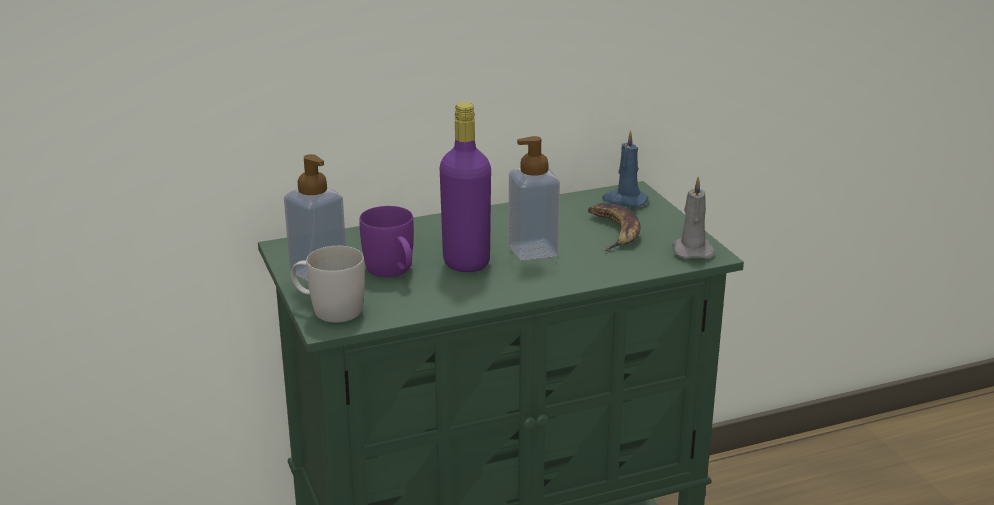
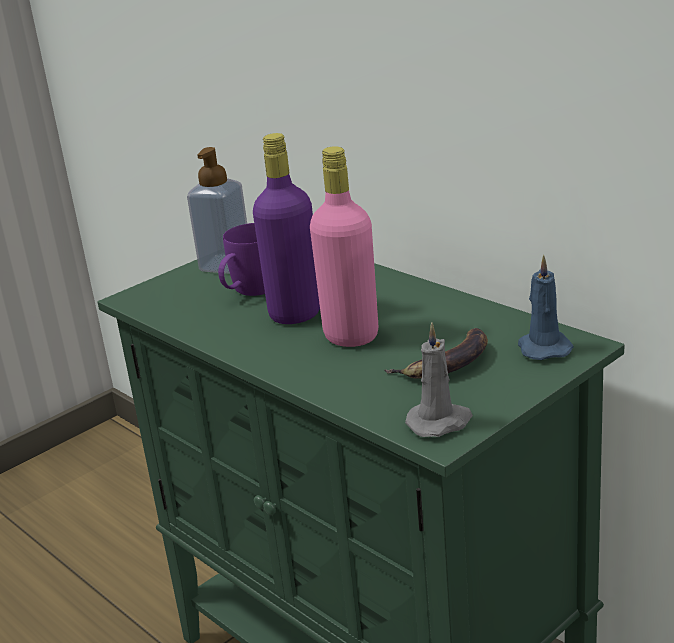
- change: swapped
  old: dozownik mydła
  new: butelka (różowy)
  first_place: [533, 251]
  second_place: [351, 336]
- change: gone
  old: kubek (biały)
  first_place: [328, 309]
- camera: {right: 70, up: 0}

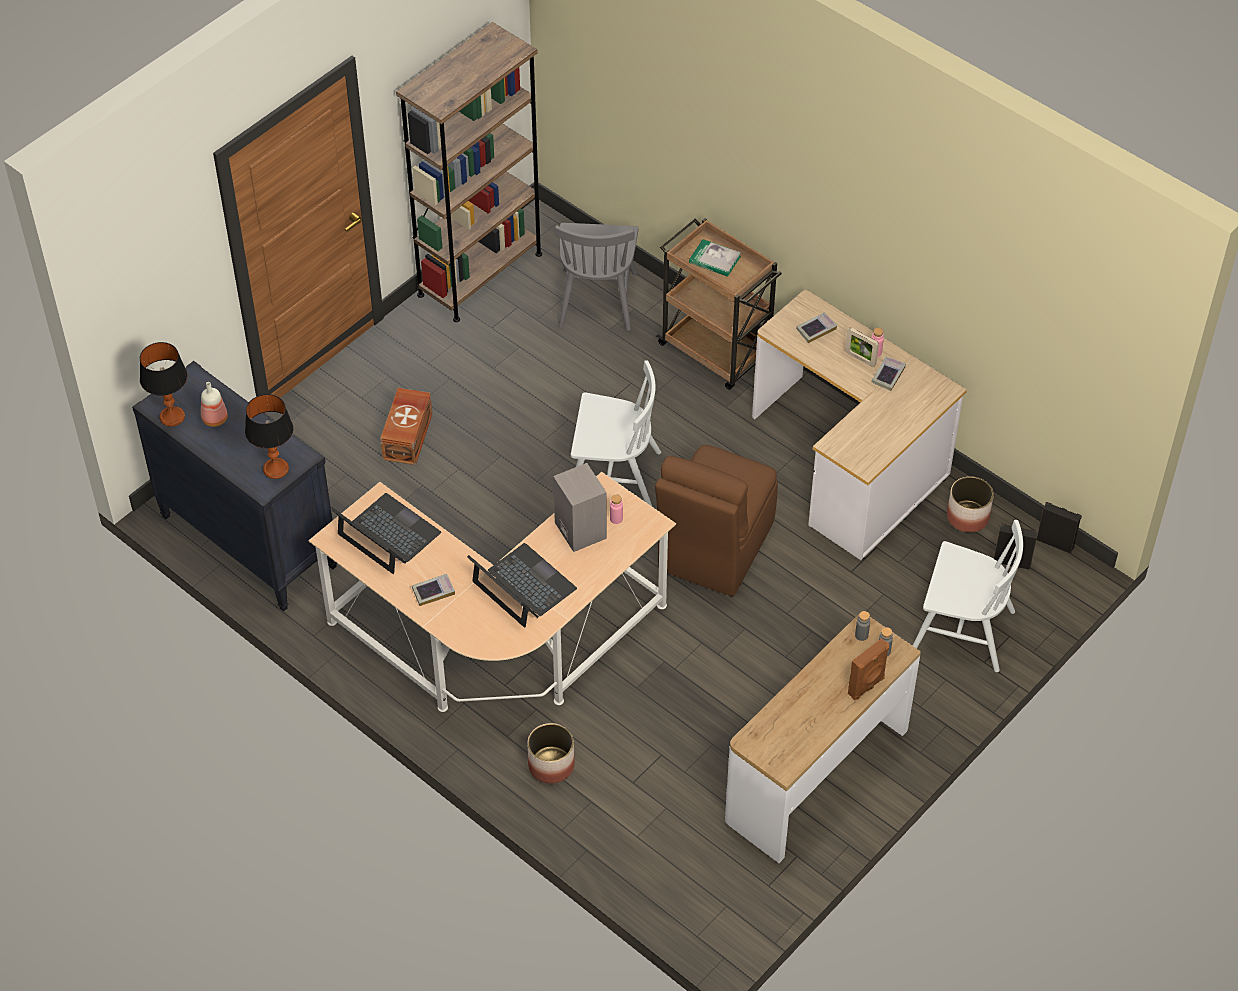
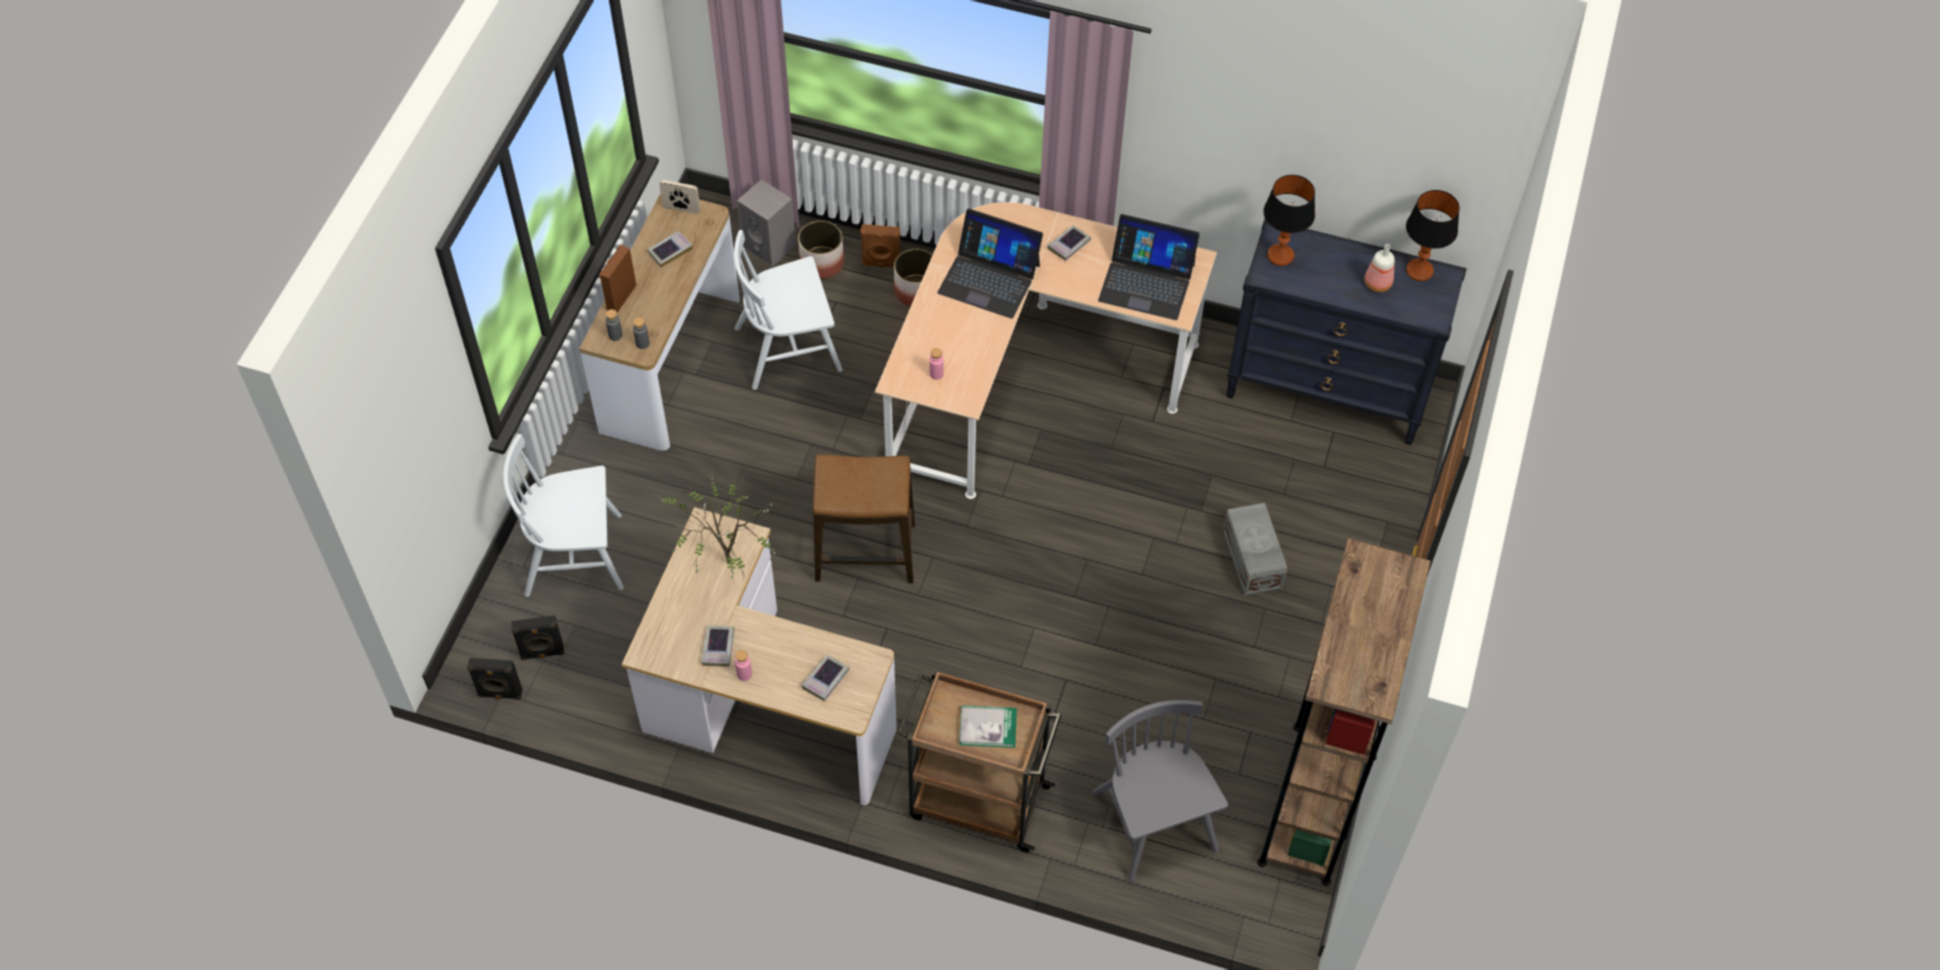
- change: new
  new: książka
  second_place: [670, 251]
- change: shifted
  old: ramka na zdjęcie
  first_place: [860, 358]
  second_place: [681, 209]
- change: new
  new: roślina doniczkowa
  second_place: [725, 564]
- change: shifted
  old: krzesło (biały)
  first_place: [613, 476]
  second_place: [788, 348]
- change: shifted
  old: głośnik (szary)
  first_place: [579, 530]
  second_place: [770, 246]
- change: shifted
  old: donica
  first_place: [967, 516]
  second_place: [822, 263]
- change: swapped
  old: krzesło (brązowy)
  new: stołek
  first_place: [714, 548]
  second_place: [865, 552]
- change: new
  new: głośnik (brązowy)
  second_place: [881, 264]
- change: repainted
  old: pojemnik do przechowywania (brązowy)
  new: pojemnik do przechowywania (szary)
  first_place: [409, 436]
  second_place: [1251, 560]
- camera: {right: 155, up: 5}

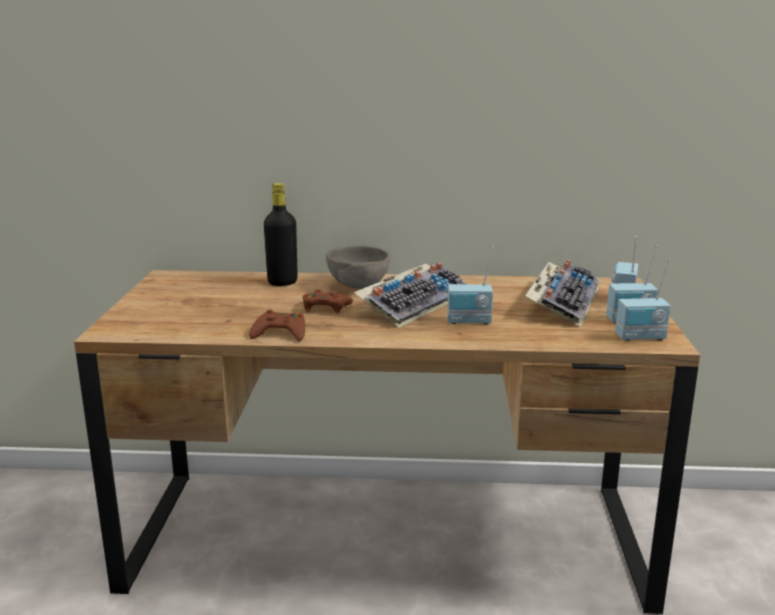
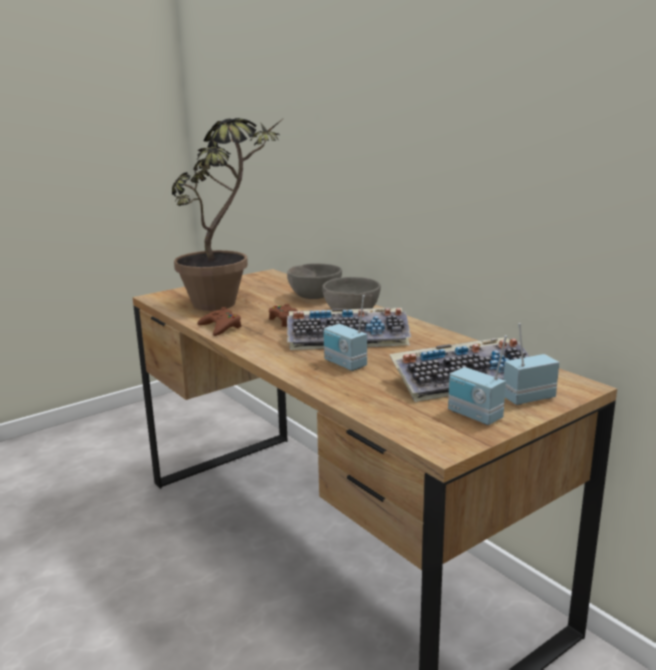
- change: new
  new: roślina doniczkowa
  second_place: [228, 300]
- change: swapped
  old: butelka (czarny)
  new: miska (szary)
  first_place: [282, 282]
  second_place: [314, 297]
- change: gone
  old: radio
  first_place: [641, 338]
- camera: {right: 50, up: 0}

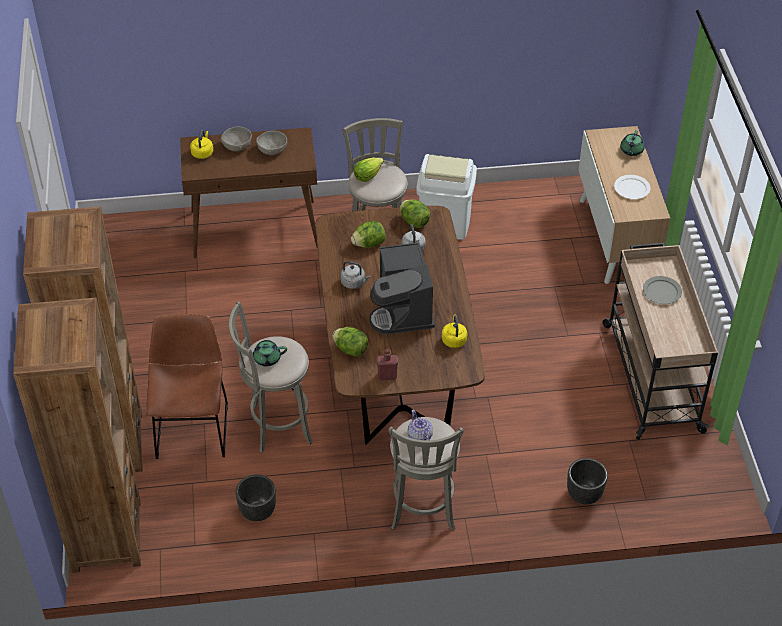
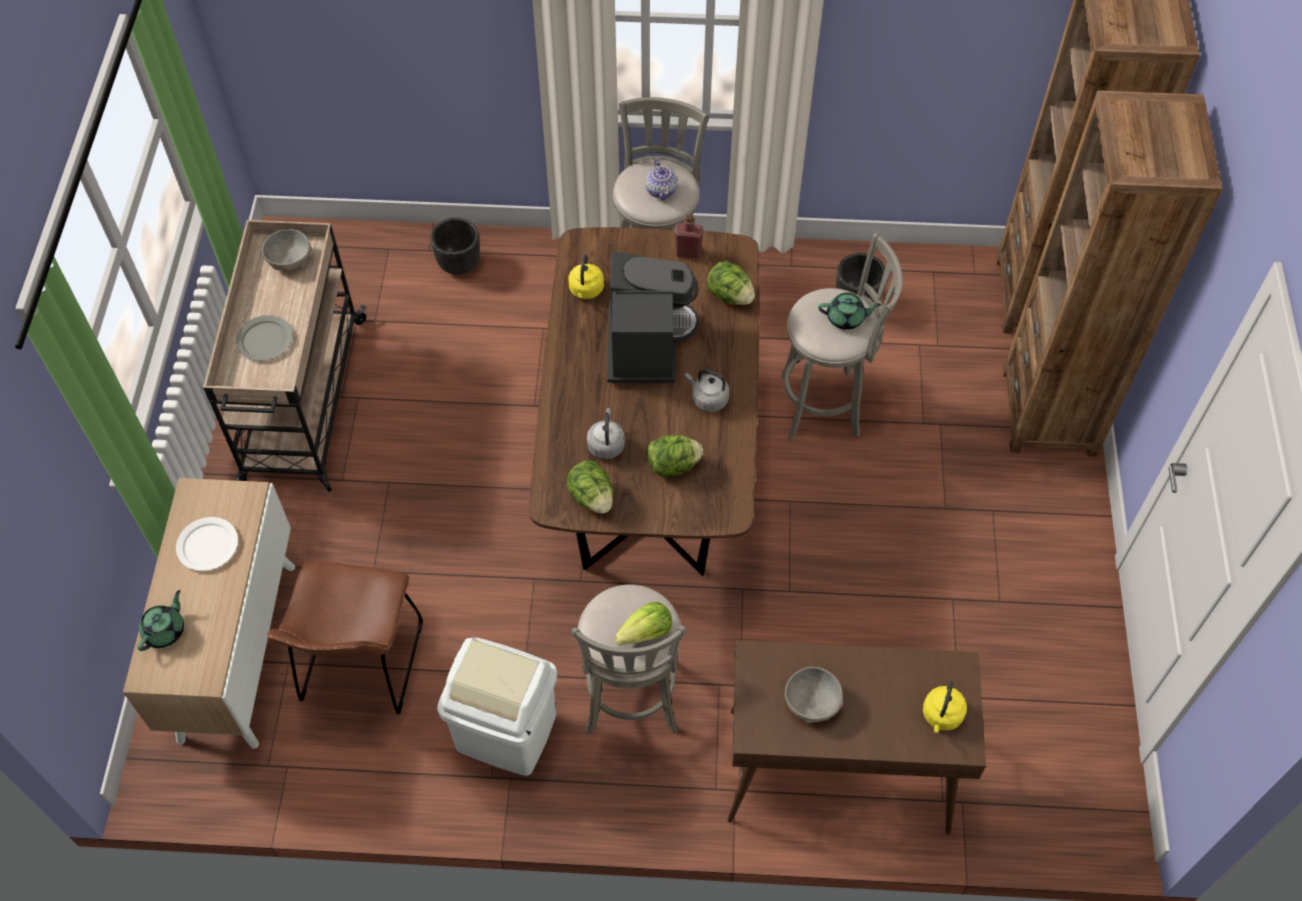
- change: shifted
  old: miska (szary)
  first_place: [237, 146]
  second_place: [290, 260]
- change: shifted
  old: krzesło (brązowy)
  first_place: [192, 427]
  second_place: [360, 668]
- camera: {right: -170, up: 10}

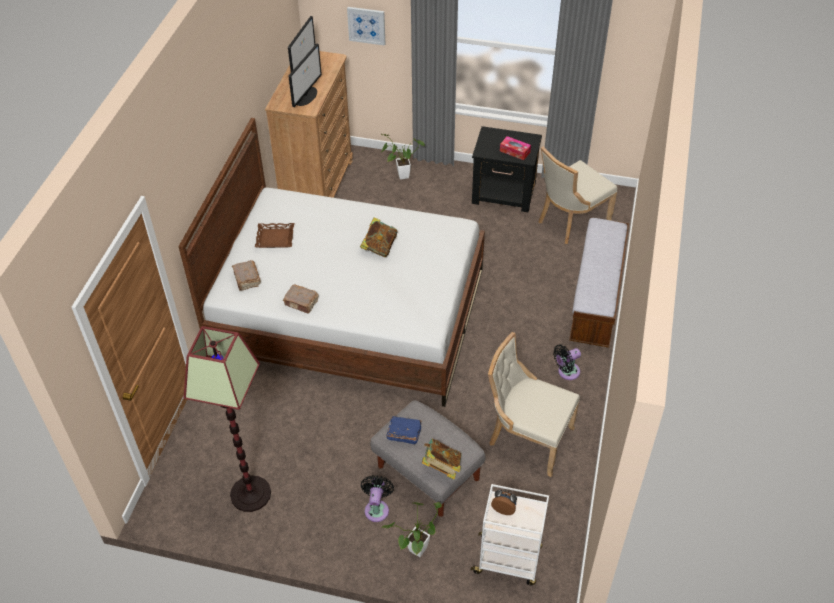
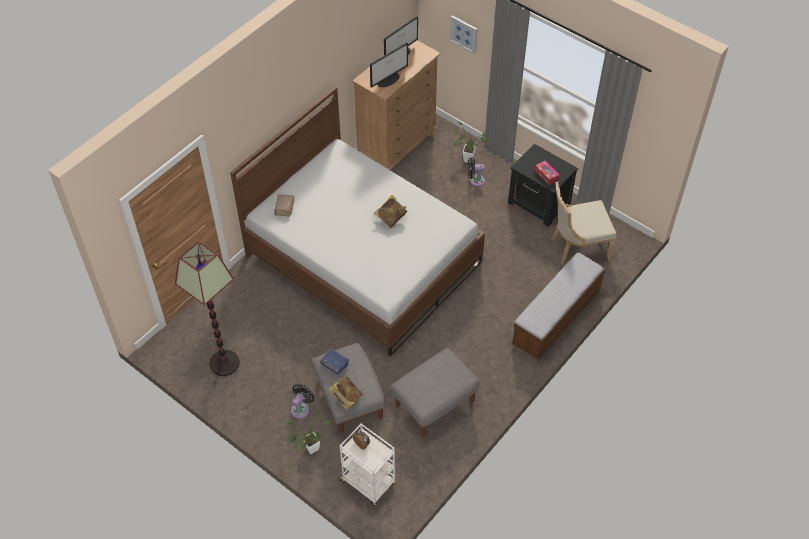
- change: swapped
  old: krzesło (beżowy)
  new: pufa (szary)
  first_place: [527, 437]
  second_place: [435, 403]
- change: shifted
  old: wentylator (czarny)
  first_place: [566, 372]
  second_place: [475, 180]
- change: gone
  old: taca (brązowy)
  first_place: [275, 238]
- change: gone
  old: książka (brązowy)
  first_place: [301, 303]
- camera: {right: 25, up: 5}

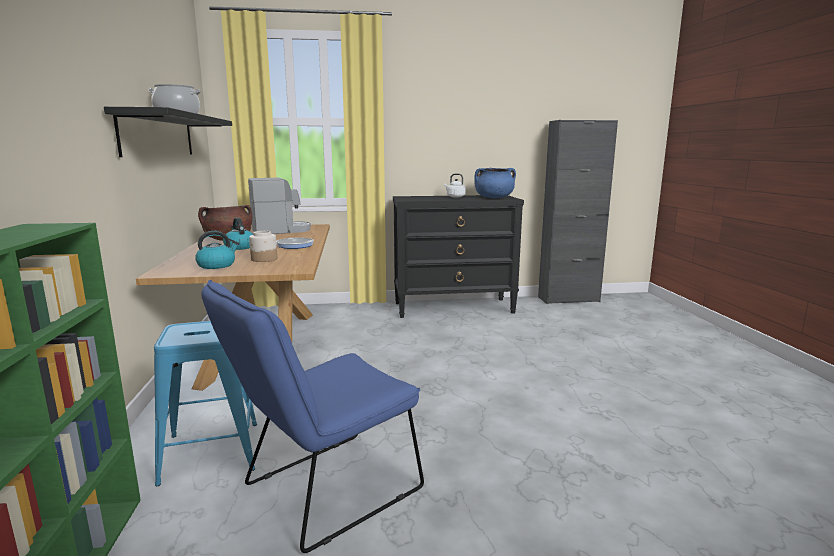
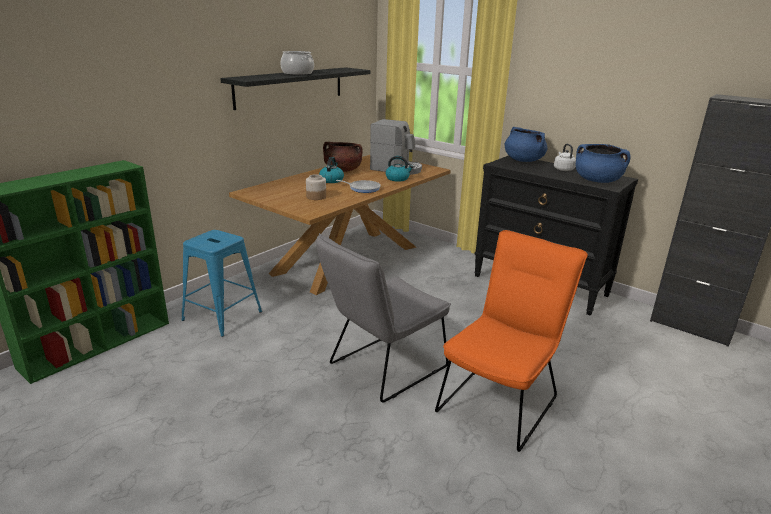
- change: new
  new: krzesło (szary)
  second_place: [382, 368]
- change: shifted
  old: czajnik
  first_place: [217, 265]
  second_place: [398, 178]
- change: new
  new: krzesło (pomarańczowy)
  second_place: [501, 400]
- change: new
  new: garnek (niebieski)
  second_place: [523, 160]
- change: gone
  old: krzesło (niebieski)
  first_place: [322, 492]
- camera: {right: 45, up: 10}

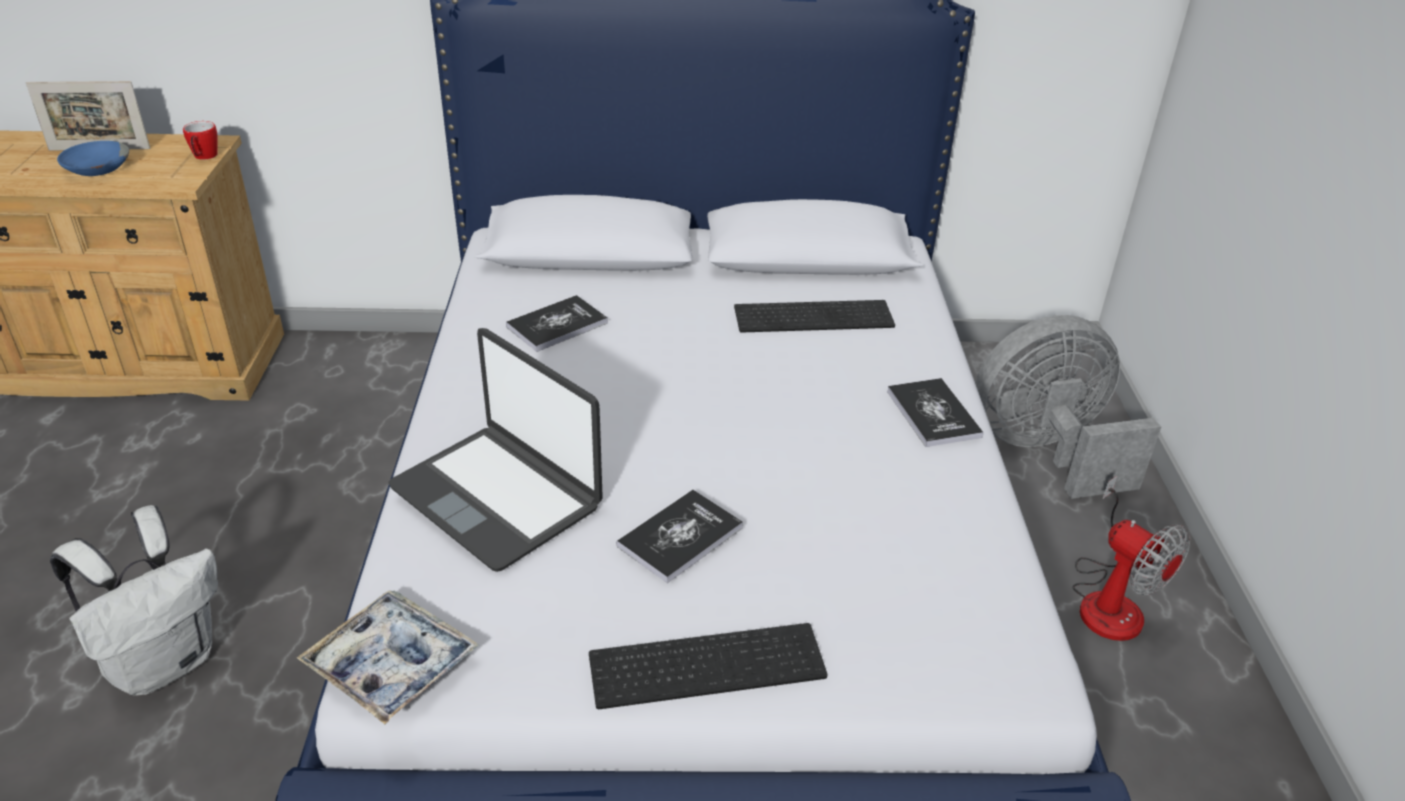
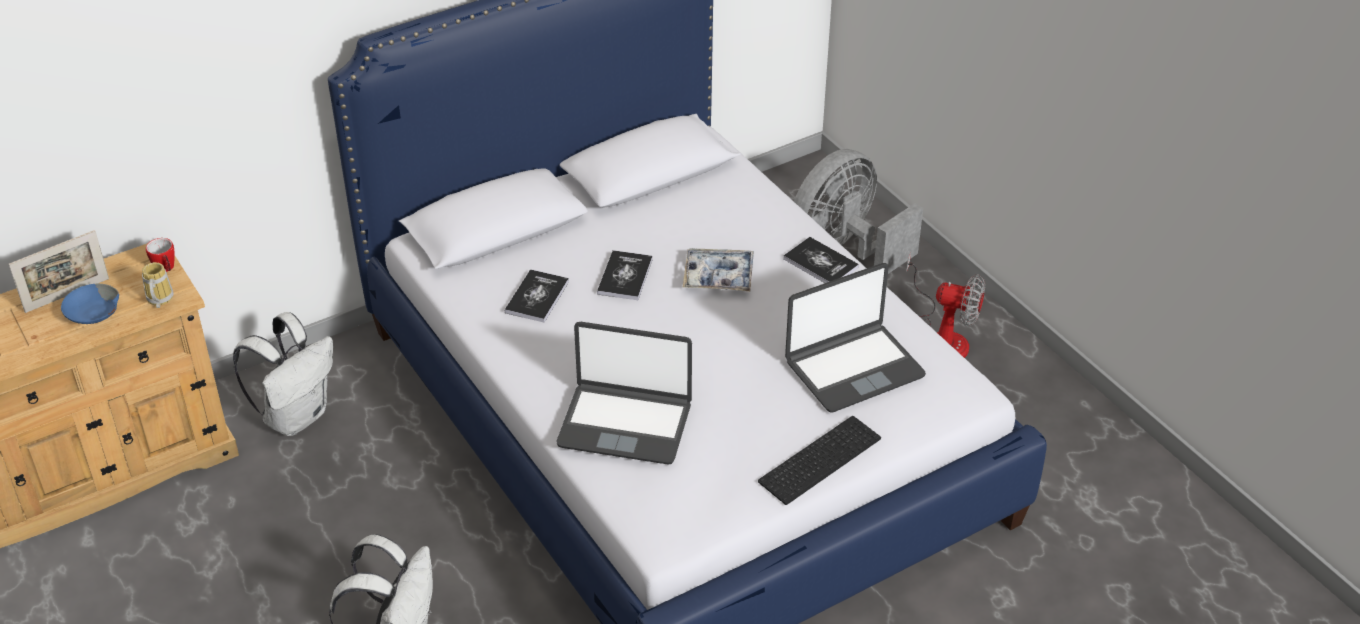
- change: new
  new: kubek
  second_place: [158, 300]
- change: new
  new: plecak (biały)
  second_place: [296, 416]
- change: shifted
  old: książka
  first_place: [680, 537]
  second_place: [625, 276]
- change: shifted
  old: taca
  first_place: [391, 664]
  second_place: [718, 276]
- change: new
  new: laptop
  second_place: [853, 368]
- change: gone
  old: klawiatura
  first_place: [814, 315]
- camera: {right: -30, up: 5}

